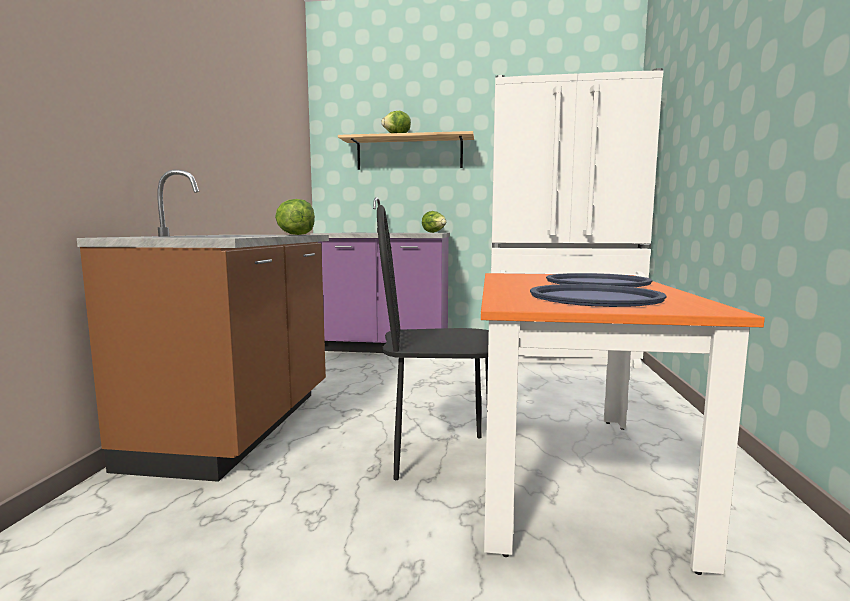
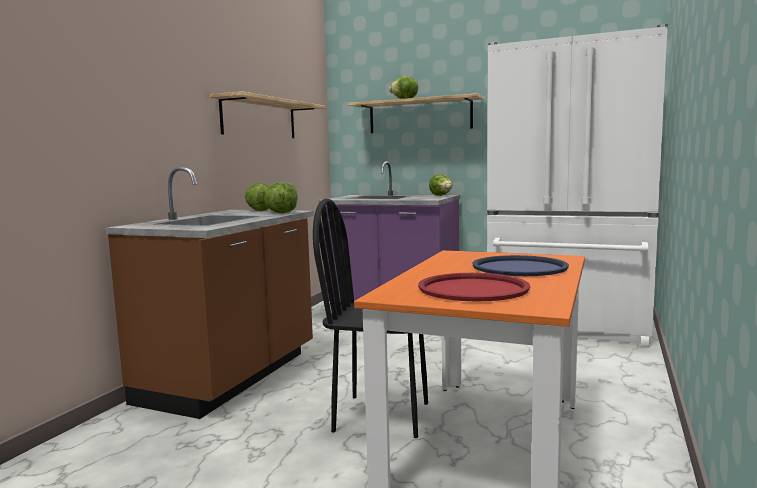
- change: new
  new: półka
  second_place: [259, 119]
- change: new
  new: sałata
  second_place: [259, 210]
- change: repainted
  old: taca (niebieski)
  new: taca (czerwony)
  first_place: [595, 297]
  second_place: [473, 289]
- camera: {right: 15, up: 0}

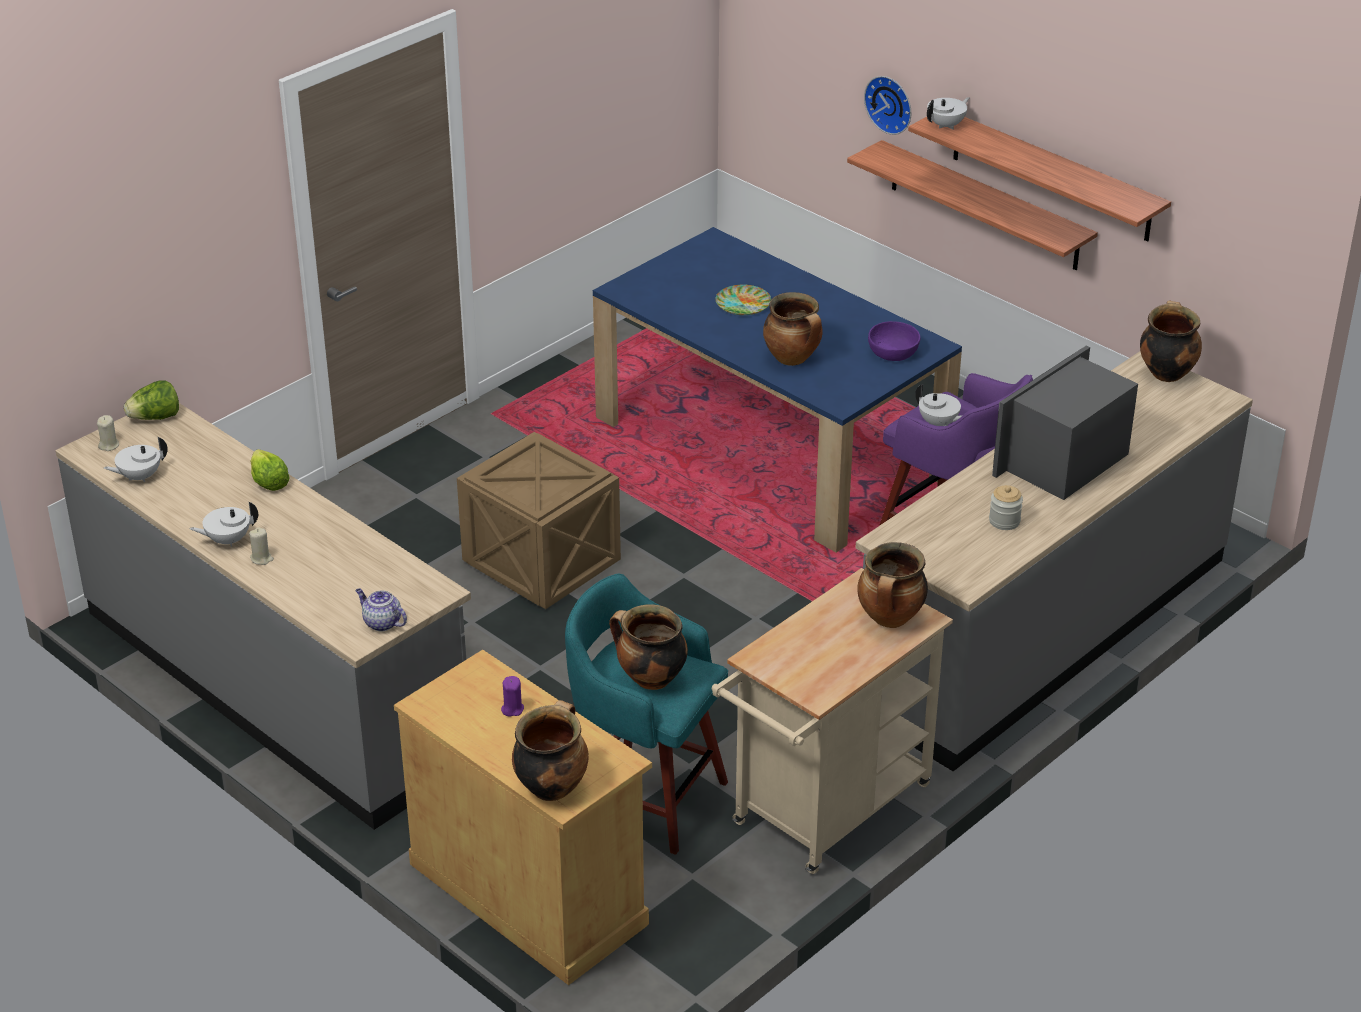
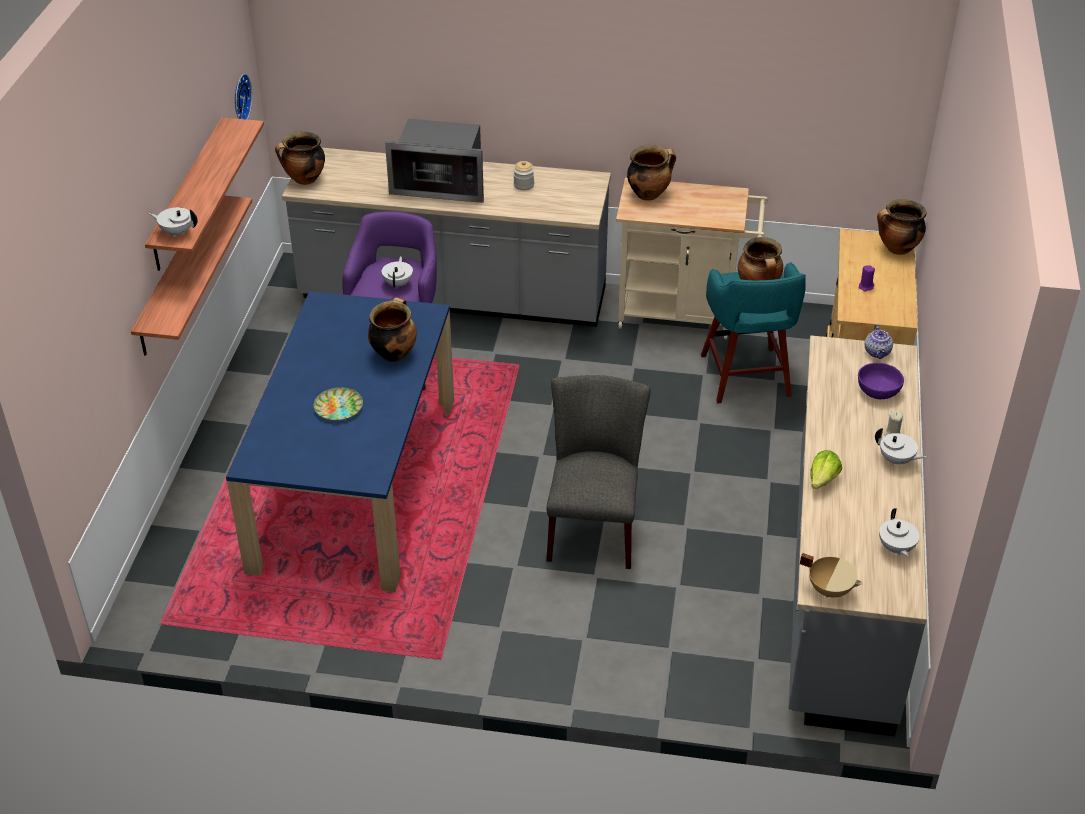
- change: shifted
  old: zegar ścienny
  first_place: [891, 103]
  second_place: [239, 98]
- change: swapped
  old: skrzynka
  new: krzesło (szary)
  first_place: [543, 563]
  second_place: [593, 526]
- change: swapped
  old: sałata
  new: garnek (beżowy)
  first_place: [155, 418]
  second_place: [830, 589]
- change: shifted
  old: miska (fioletowy)
  first_place: [893, 353]
  second_place: [878, 390]
- change: rotated
  old: imbryk (biały)
  first_place: [139, 476]
  second_place: [896, 548]
  degrees: 60
- change: gone
  old: świeca (beżowy)
  first_place: [109, 445]
- camera: {right: -125, up: 5}

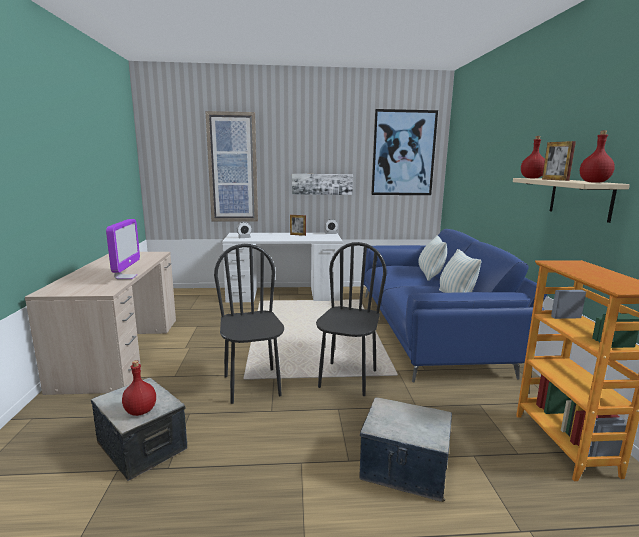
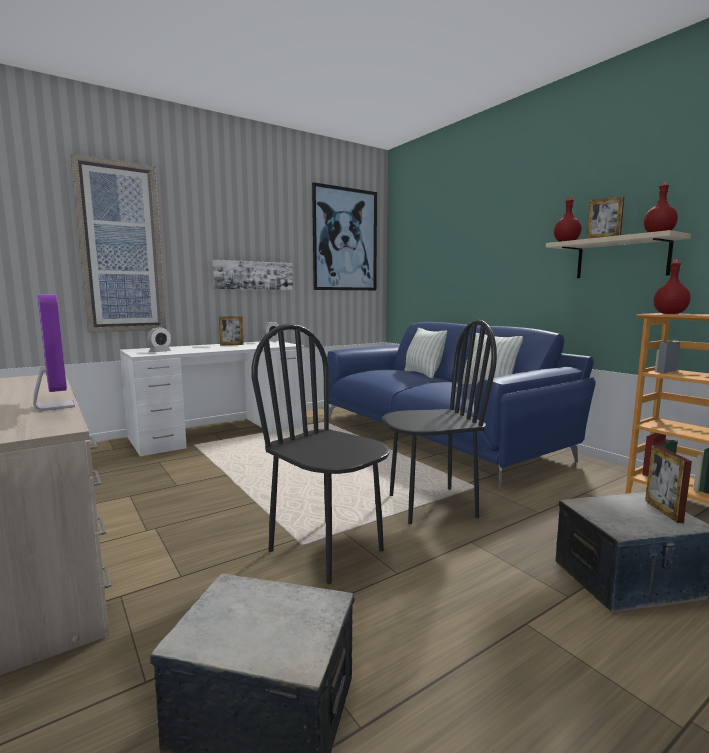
- change: rotated
  old: krzesło (czarny)
  first_place: [347, 378]
  second_place: [431, 505]
  degrees: 90
- change: new
  new: ramka na zdjęcie
  second_place: [663, 511]
- change: shifted
  old: butelka (czerwony)
  first_place: [140, 411]
  second_place: [669, 313]
- camera: {right: -30, up: -5}

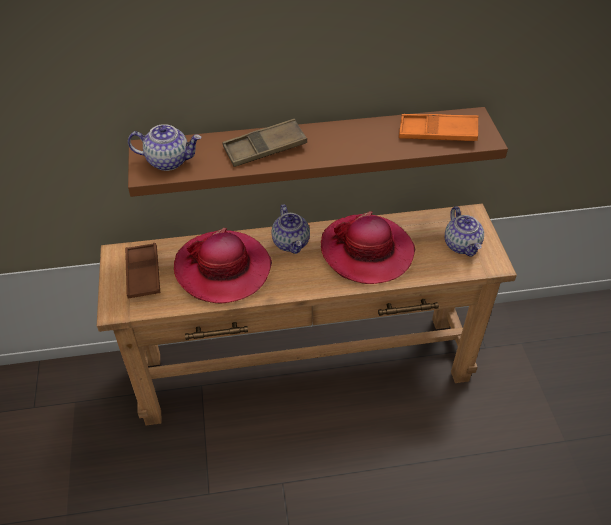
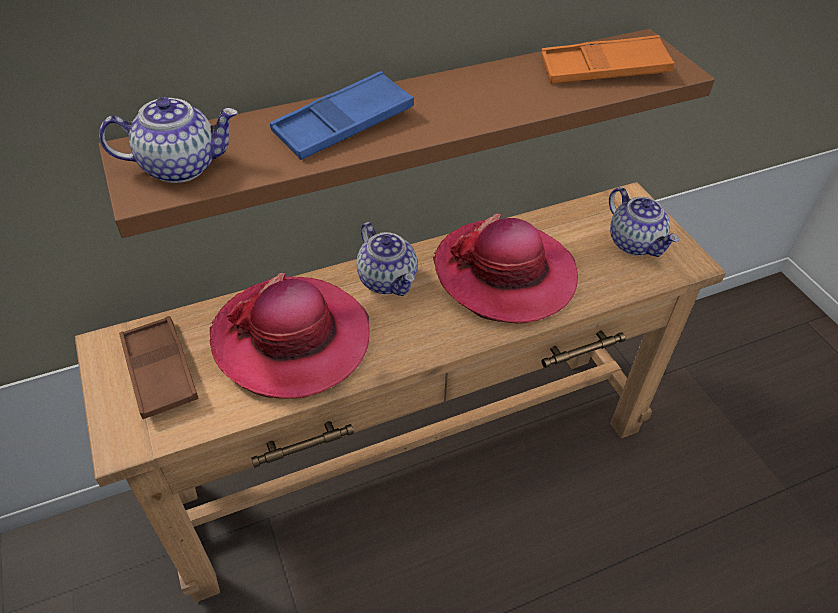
- change: repainted
  old: taca (brązowy)
  new: taca (niebieski)
  first_place: [265, 148]
  second_place: [343, 124]
- camera: {right: -15, up: 0}

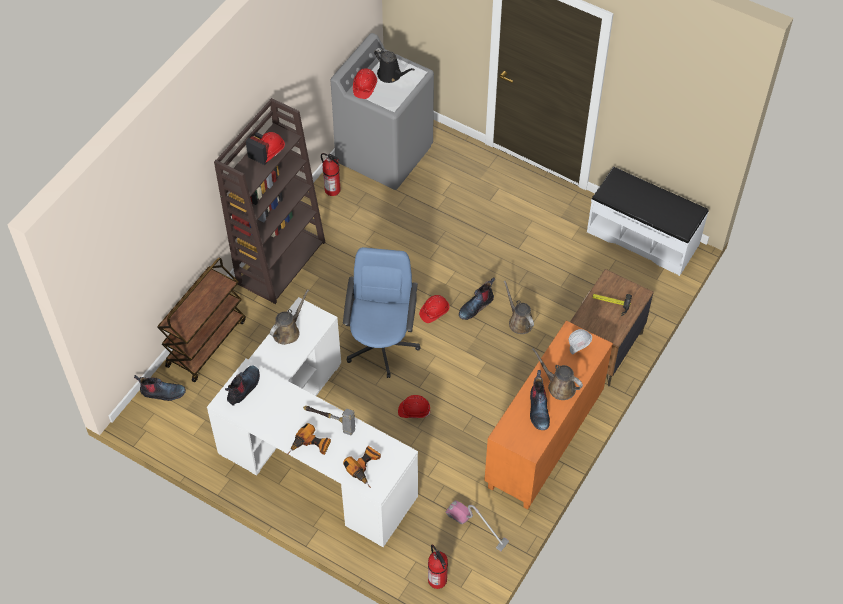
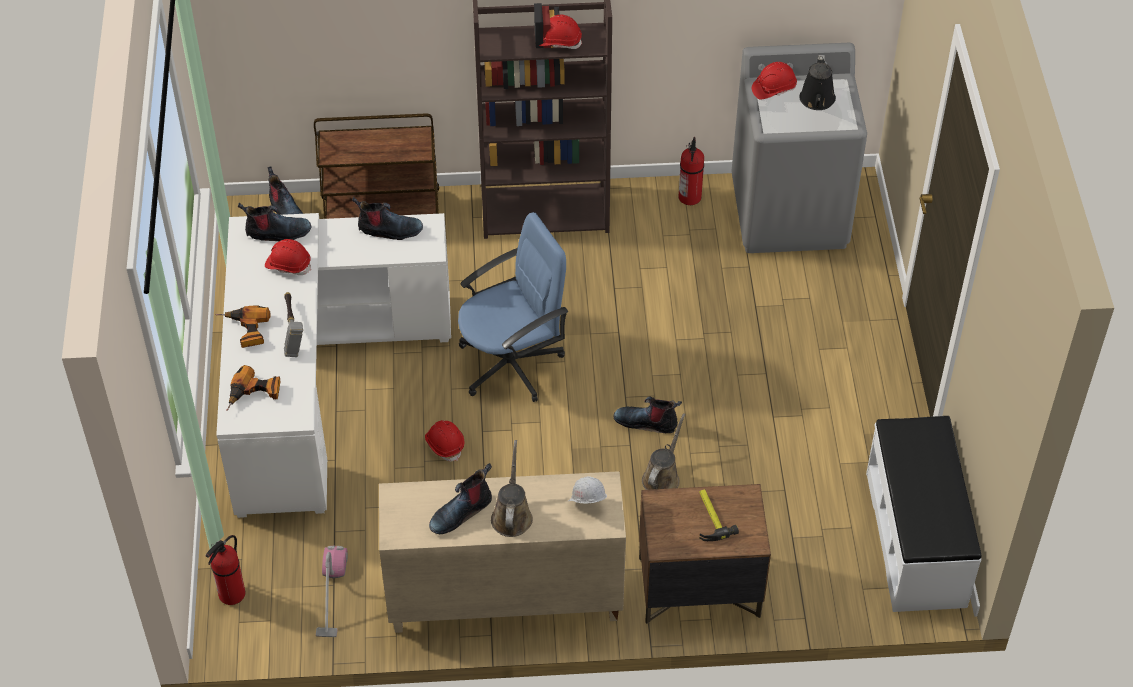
- change: shifted
  old: kask (czerwony)
  first_place: [434, 312]
  second_place: [288, 265]
- change: swapped
  old: konewka (brązowy)
  new: but z cholewką
  first_place: [288, 331]
  second_place: [389, 230]
- change: repainted
  old: szafka (pomarańczowy)
  new: szafka (beżowy)
  first_place: [544, 443]
  second_place: [503, 599]
- camera: {right: 55, up: -5}

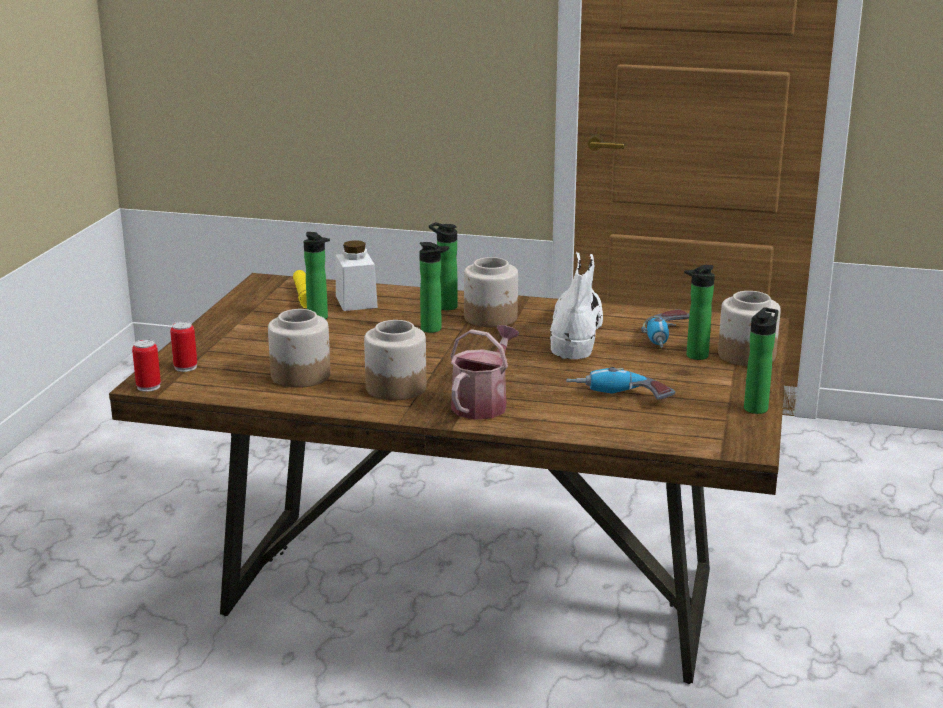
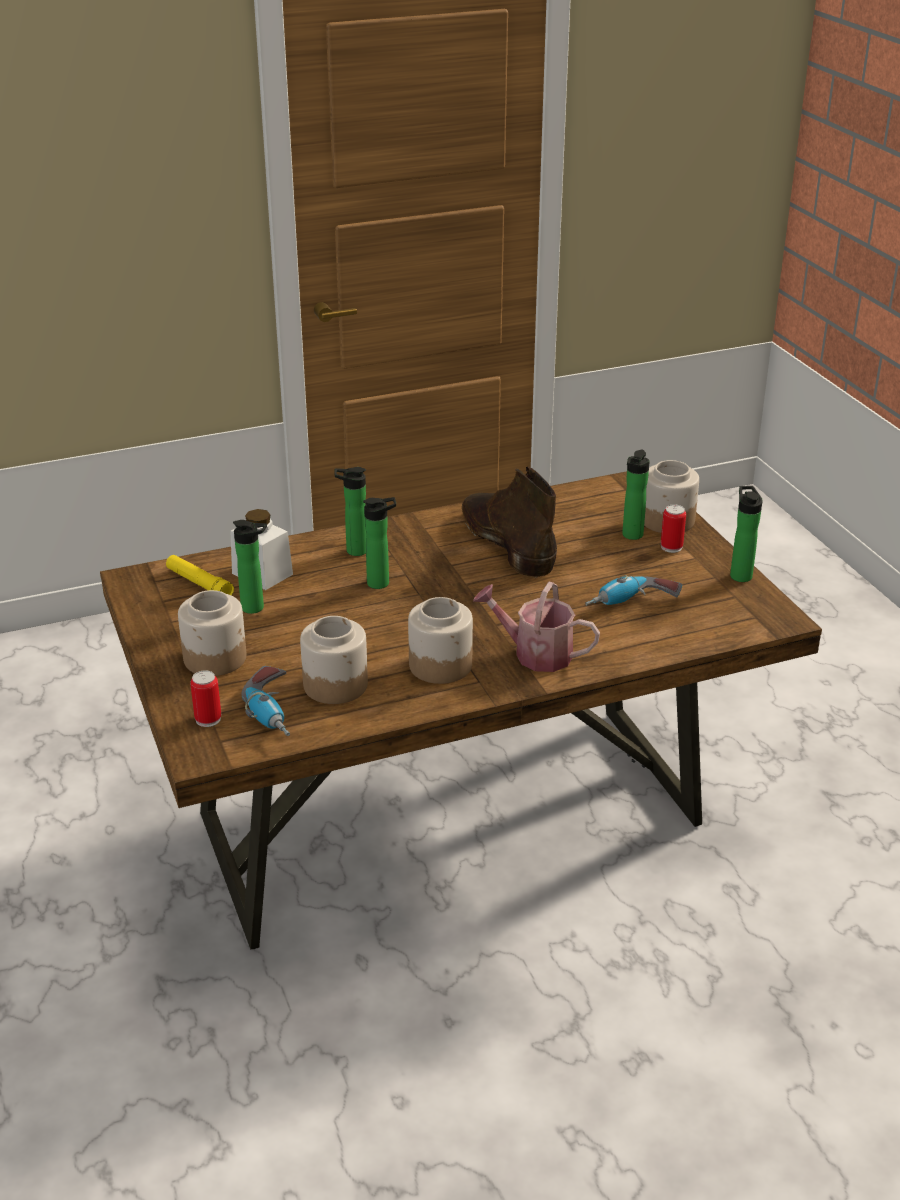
- change: shifted
  old: słoik
  first_place: [491, 318]
  second_place: [216, 658]
- change: shifted
  old: wiertarka
  first_place: [667, 339]
  second_place: [274, 712]
- change: repainted
  old: but z cholewką (biały)
  new: but z cholewką (brązowy)
  first_place: [576, 332]
  second_place: [506, 542]
- change: rotated
  old: konewka
  first_place: [483, 403]
  second_place: [535, 653]
  degrees: -60
- change: shifted
  old: puszka
  first_place: [148, 386]
  second_place: [671, 547]
- camera: {right: -35, up: 10}

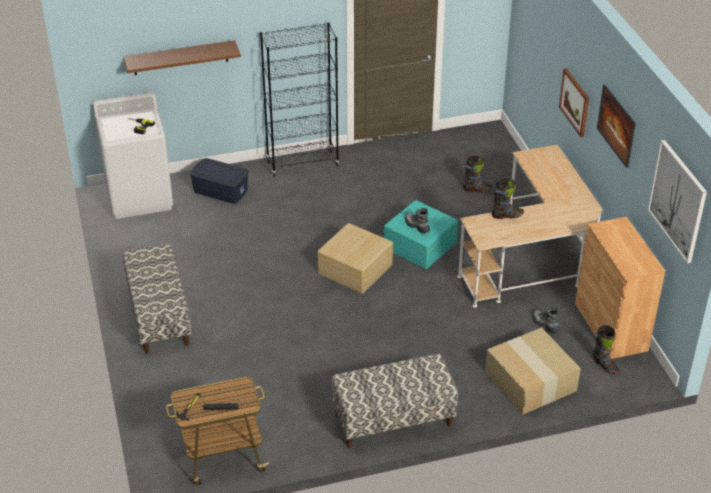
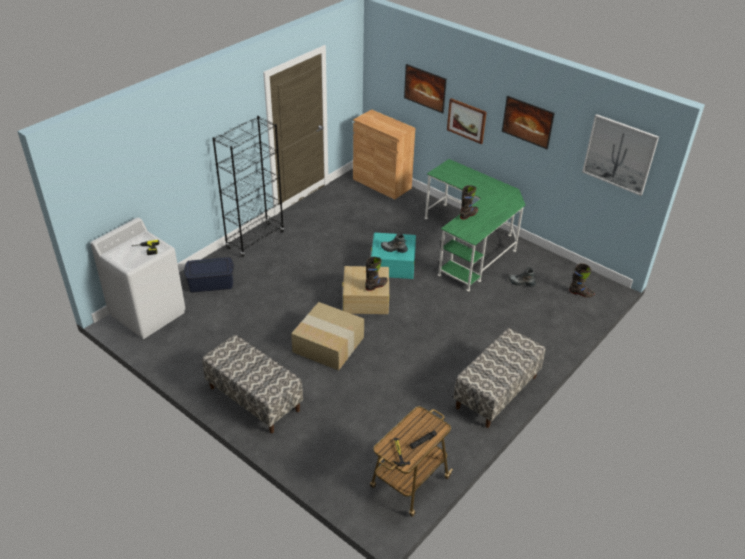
- change: shifted
  old: karton
  first_place: [529, 381]
  second_place: [327, 344]
- change: shifted
  old: szafka (brązowy)
  first_place: [611, 327]
  second_place: [382, 183]
- change: shifted
  old: but z cholewką (czarny)
  first_place: [477, 190]
  second_place: [376, 286]
- change: new
  new: obraz
  second_place: [424, 96]
- change: repainted
  old: biurko (beżowy)
  new: biurko (zielony)
  first_place: [533, 258]
  second_place: [472, 244]
- change: gone
  old: półka
  first_place: [180, 58]
- camera: {right: -35, up: 0}

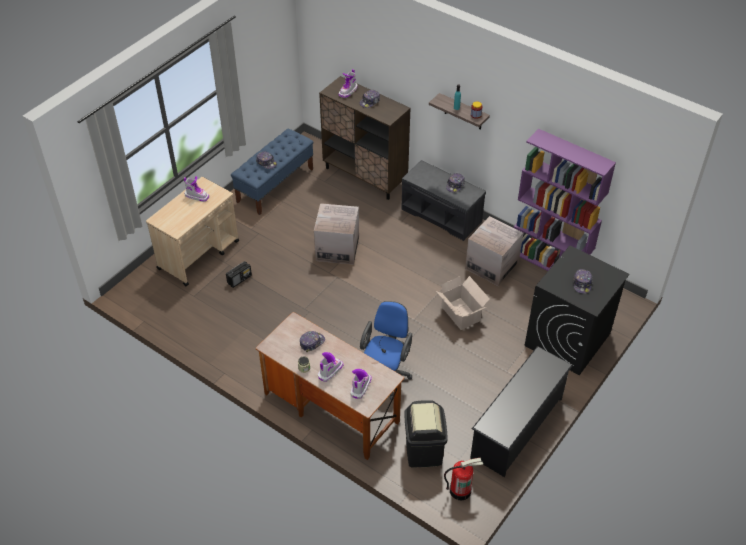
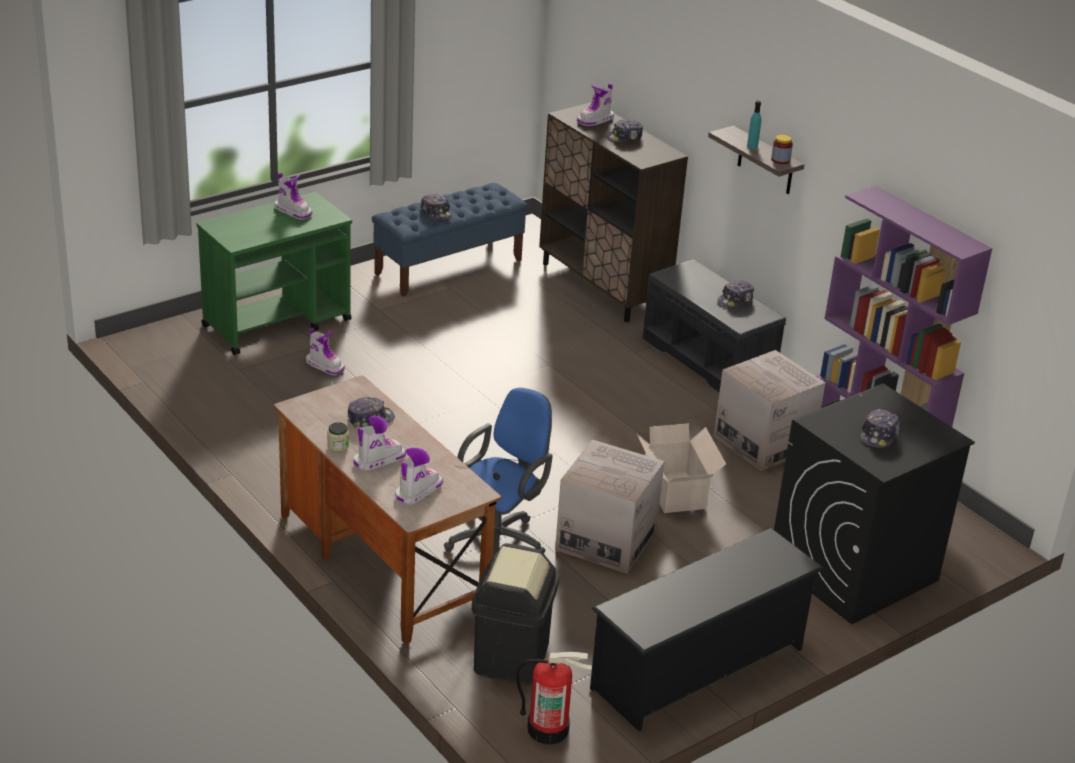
- change: repainted
  old: wózek (beżowy)
  new: wózek (zielony)
  first_place: [199, 255]
  second_place: [278, 323]
- change: swapped
  old: radio
  new: but z cholewką
  first_place: [239, 279]
  second_place: [325, 366]
- change: shifted
  old: karton
  first_place: [337, 248]
  second_place: [606, 540]
- camera: {right: 15, up: -15}

